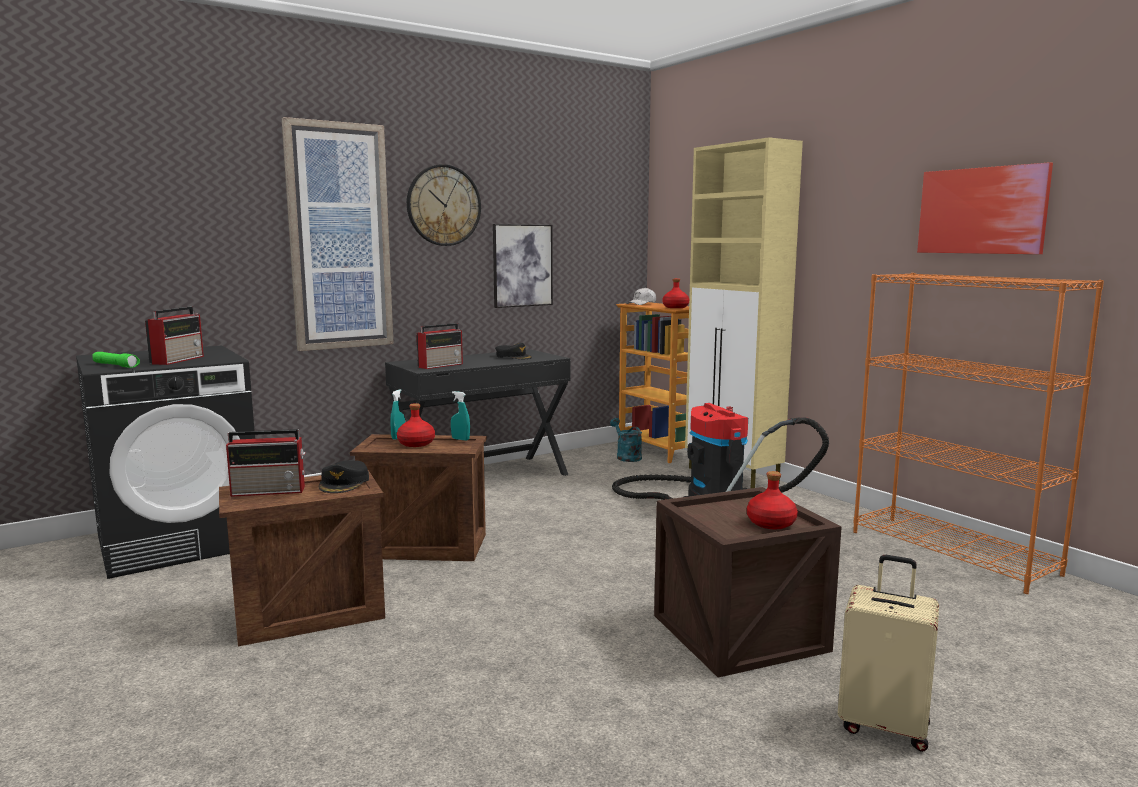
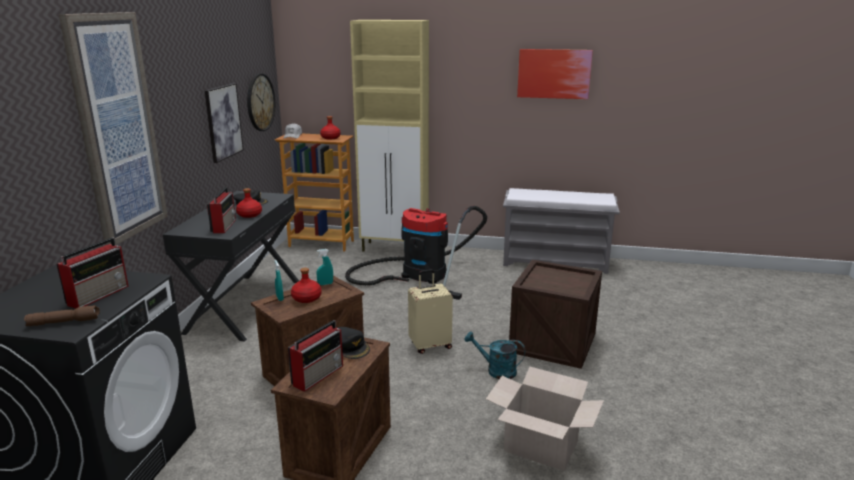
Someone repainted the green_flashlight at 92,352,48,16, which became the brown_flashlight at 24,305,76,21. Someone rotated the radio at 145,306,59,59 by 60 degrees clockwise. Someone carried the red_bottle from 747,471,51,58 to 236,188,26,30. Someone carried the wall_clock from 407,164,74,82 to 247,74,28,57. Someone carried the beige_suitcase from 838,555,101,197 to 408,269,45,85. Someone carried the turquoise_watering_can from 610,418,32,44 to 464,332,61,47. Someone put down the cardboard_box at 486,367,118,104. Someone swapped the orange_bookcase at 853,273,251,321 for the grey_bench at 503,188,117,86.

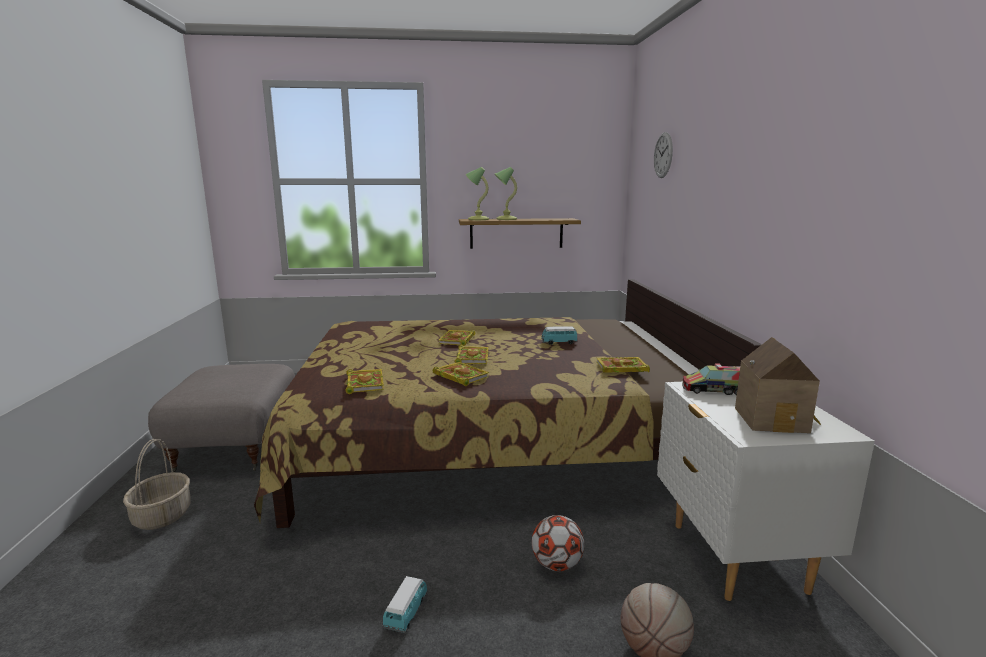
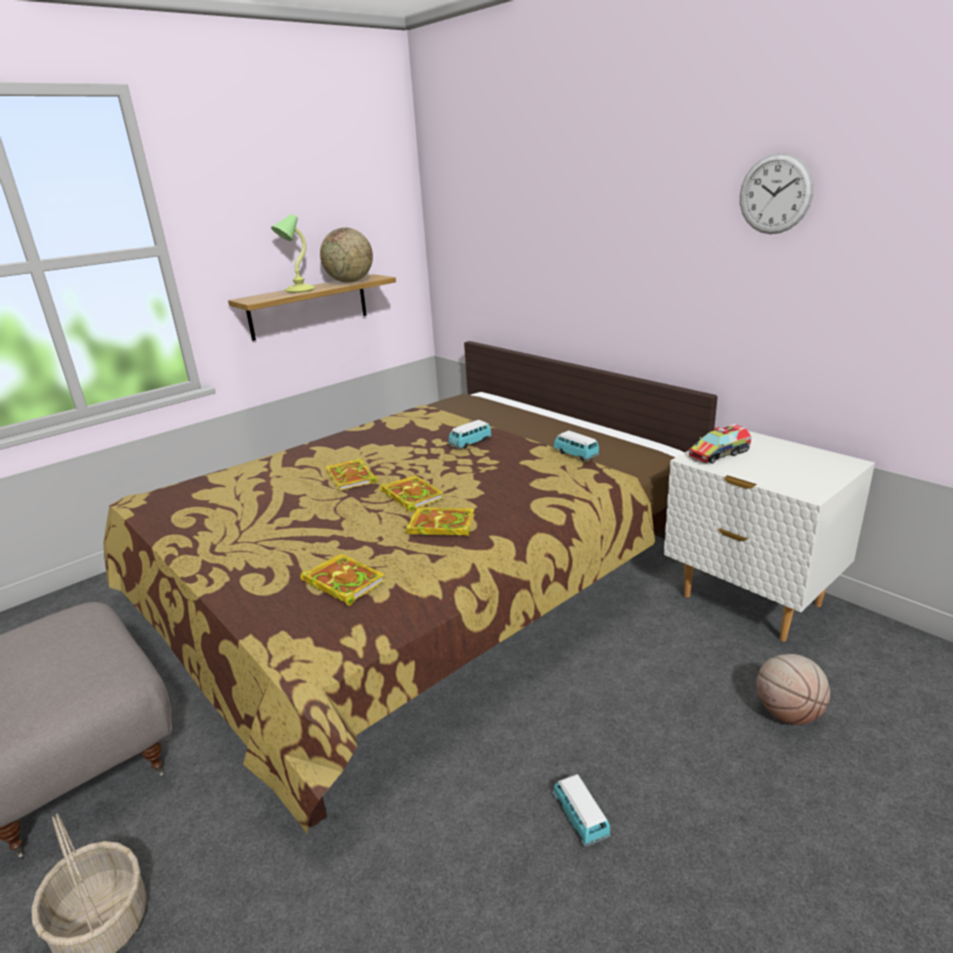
Someone put down the globe at 320,227,53,55. Someone swapped the book at 596,357,54,16 for the toy_car at 553,430,47,31. Someone carried the wall_clock from 654,132,19,46 to 740,153,74,81. Someone took away the table_lamp at 466,167,23,53. Someone took away the football at 532,515,52,56. Someone took away the toy_house at 735,337,86,96.

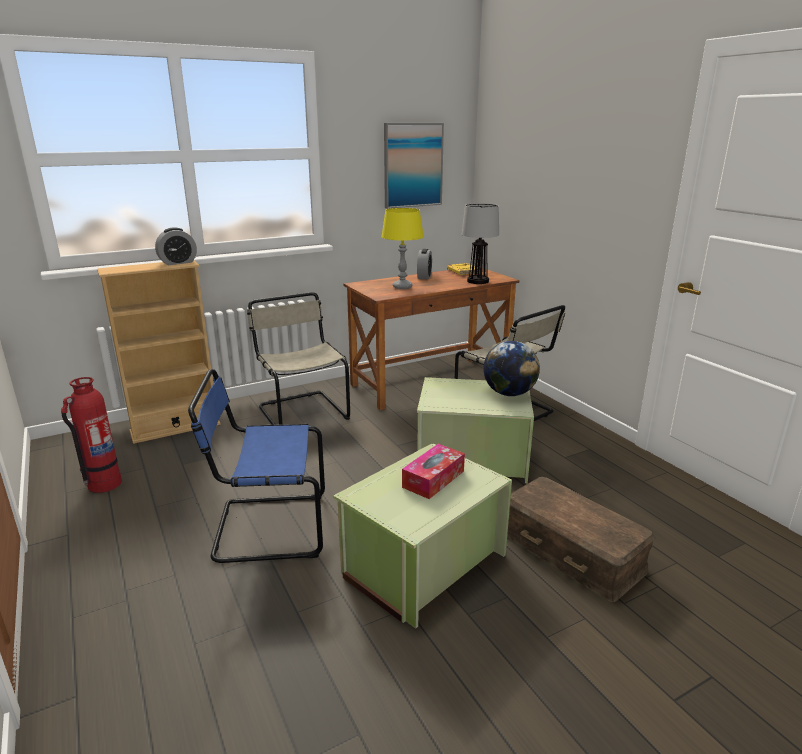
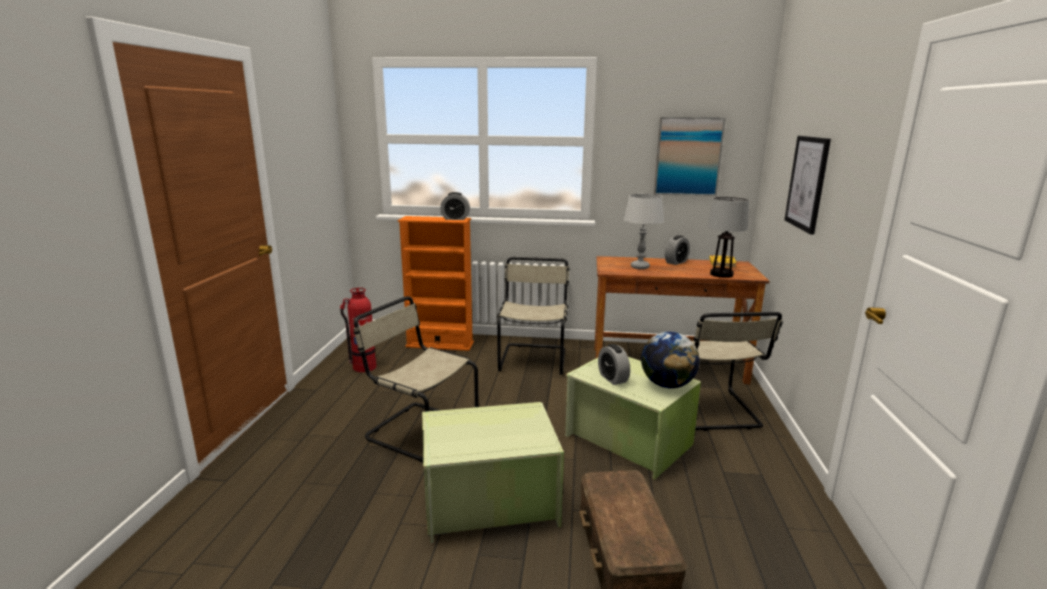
Someone repainted the blue_chair at 188,369,137,194, which became the beige_chair at 353,296,126,167. Someone repainted the beige_bookcase at 97,260,123,184, which became the orange_bookcase at 398,216,76,135. Someone put down the alarm_clock at 598,344,32,41. Someone repainted the yellow_table_lamp at 381,208,43,81, which became the grey_table_lamp at 623,194,41,75. Someone put up the picture at 784,136,47,99. Someone took away the tissue_box at 402,444,63,55.

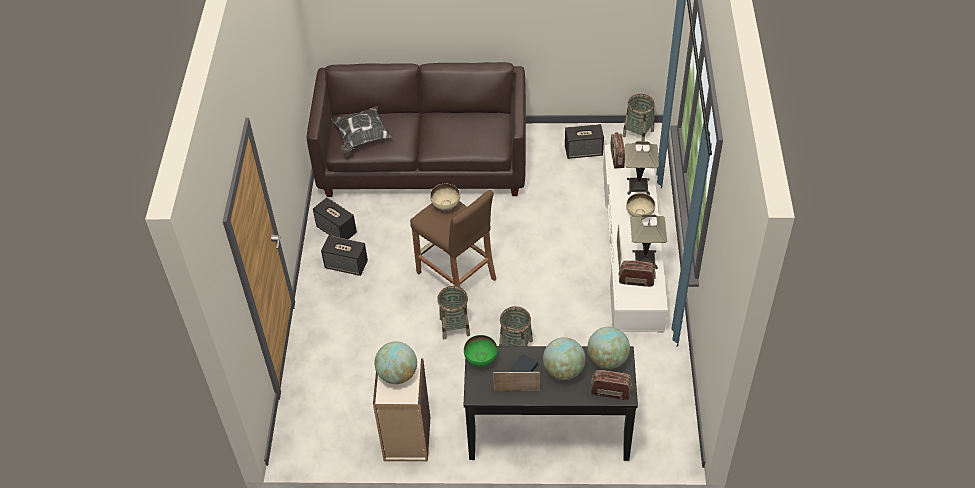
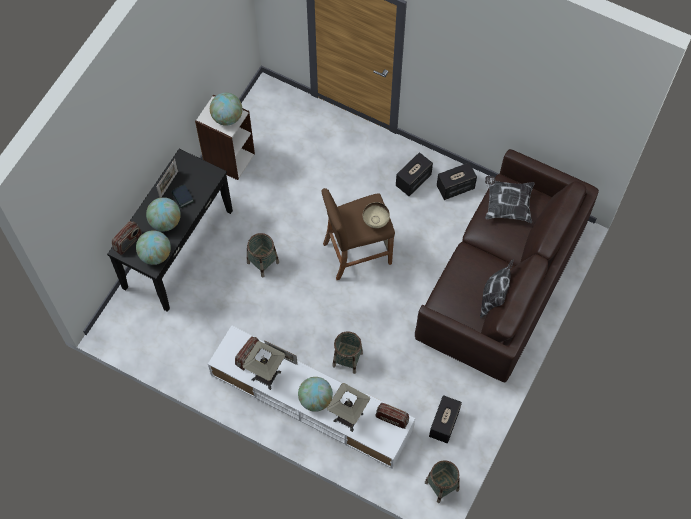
Someone swapped the beige_bowl at 626,193,29,27 for the globe at 298,377,35,35. Someone carried the basket from 437,286,33,54 to 332,331,31,43. Someone put down the pillow at 480,259,34,59. Someone took away the green_bowl at 464,335,34,31.

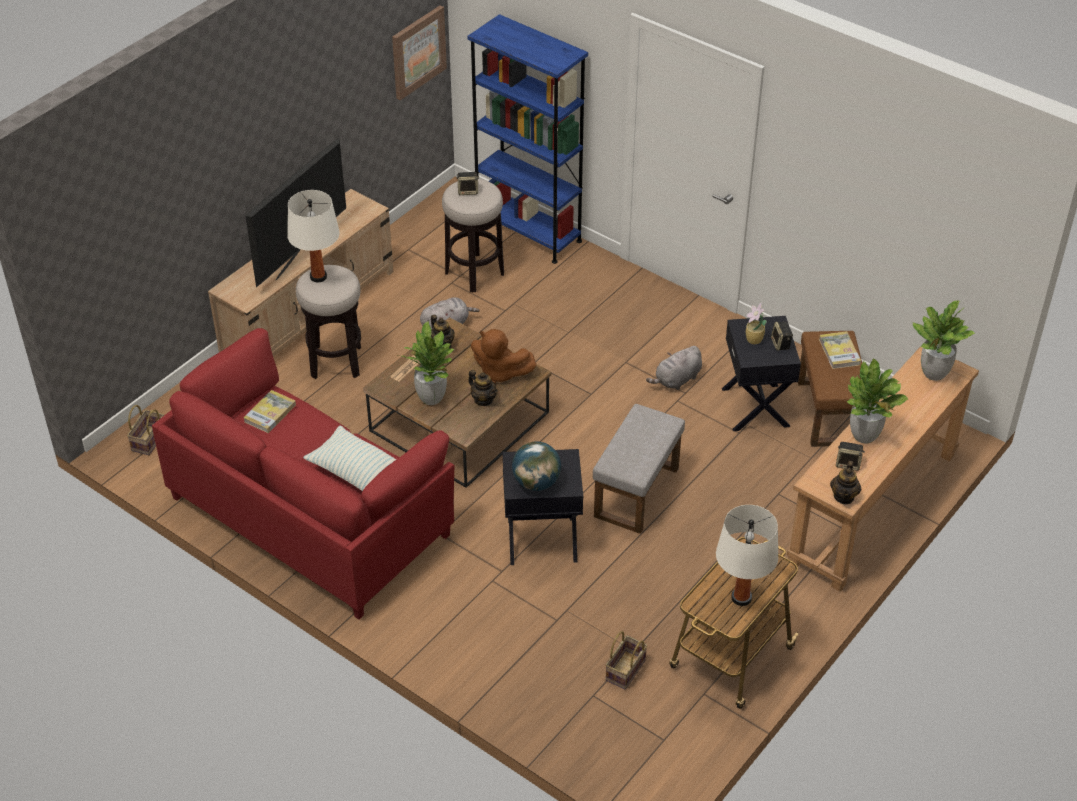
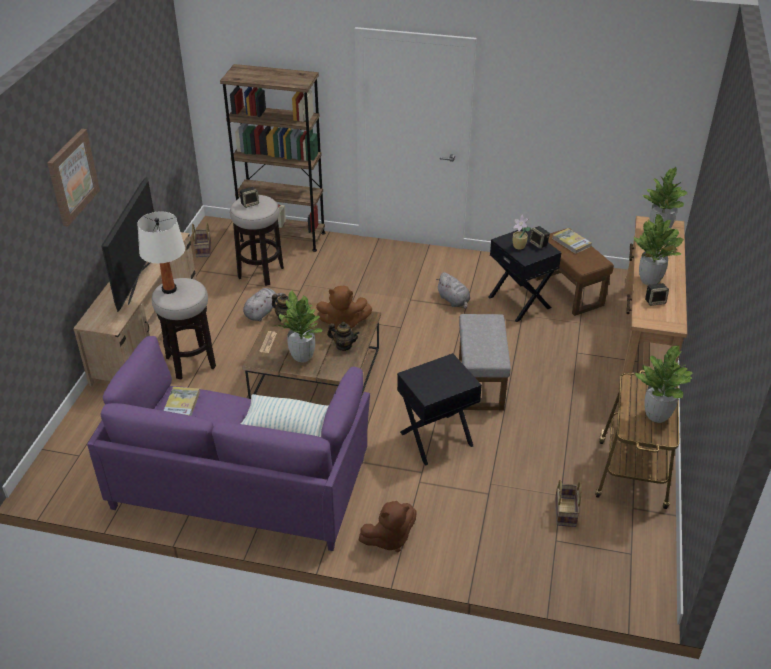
Someone carried the picture from 392,5,55,95 to 47,129,53,97. Someone repainted the red_sofa at 152,328,302,291, which became the purple_sofa at 87,336,283,215. Someone carried the basket from 127,405,37,50 to 192,223,19,34. Someone repainted the blue_bookcase at 468,14,120,250, which became the brown_bookcase at 220,64,105,188. Someone put down the brown_plush_toy at 359,501,58,51. Someone rotated the grey_plush_toy at 646,346,56,44 by 60 degrees counterclockwise. Someone swapped the white_table_lamp at 716,505,62,101 for the potted_plant at 635,346,58,77. Someone took away the globe at 512,441,49,50. Someone took away the teapot at 830,461,32,43.

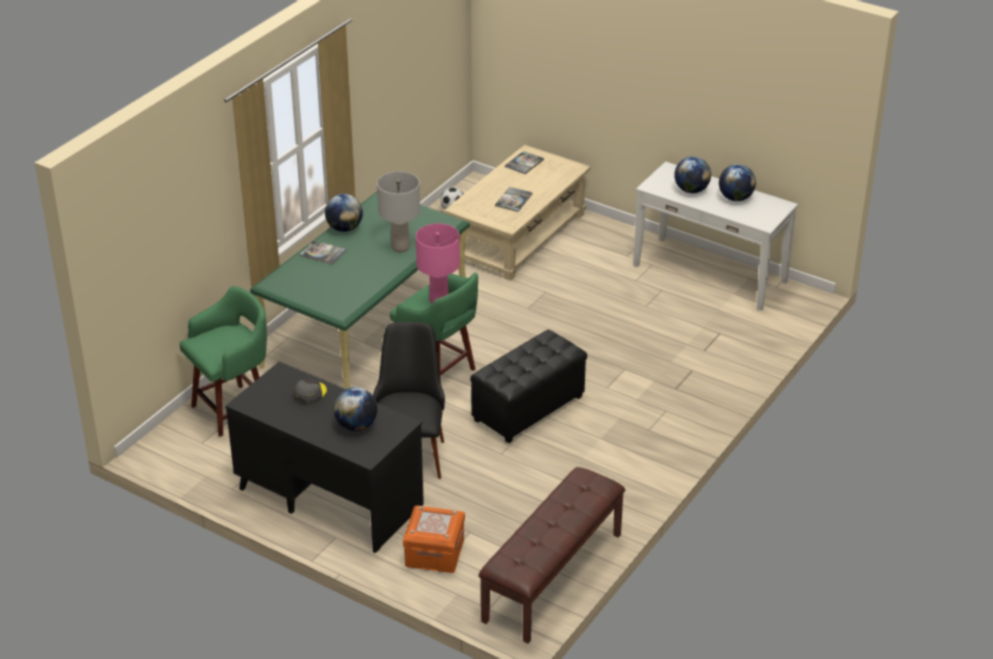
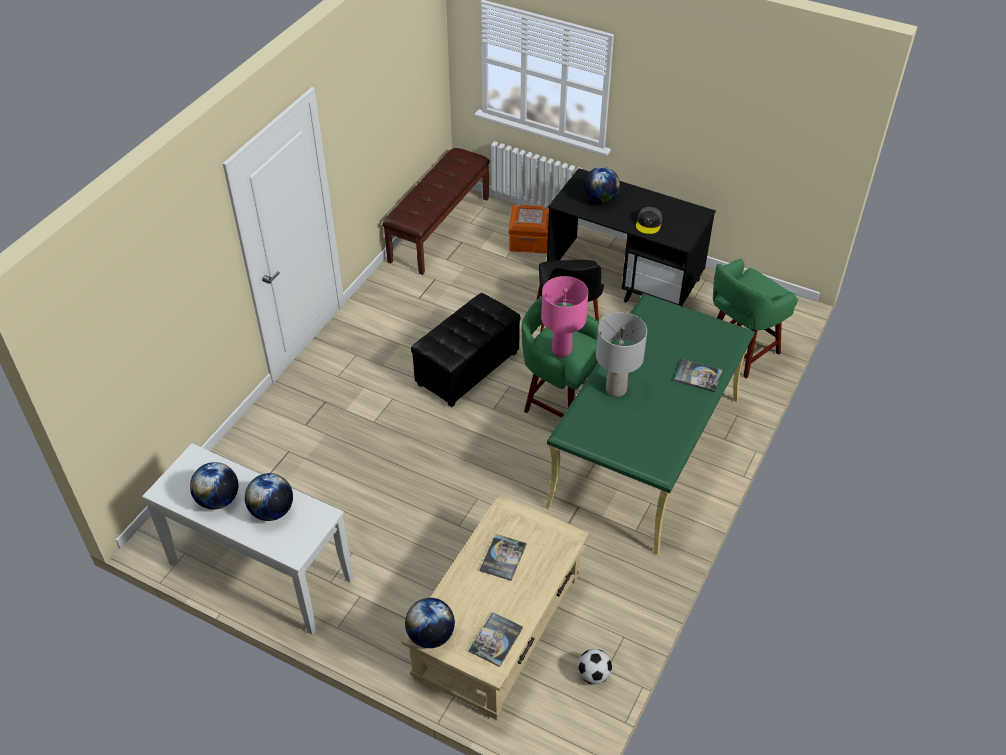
Someone carried the globe from 325,194,38,38 to 405,598,50,50.

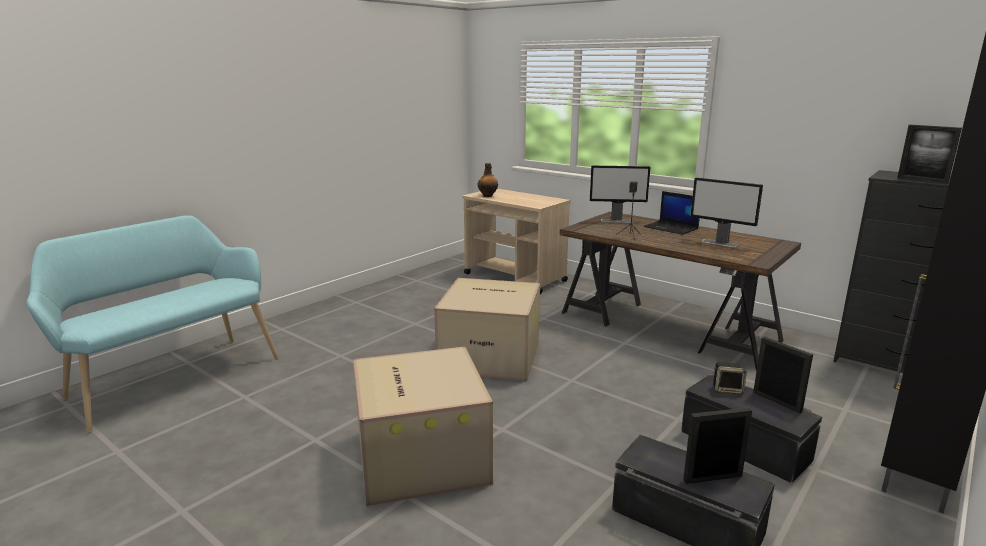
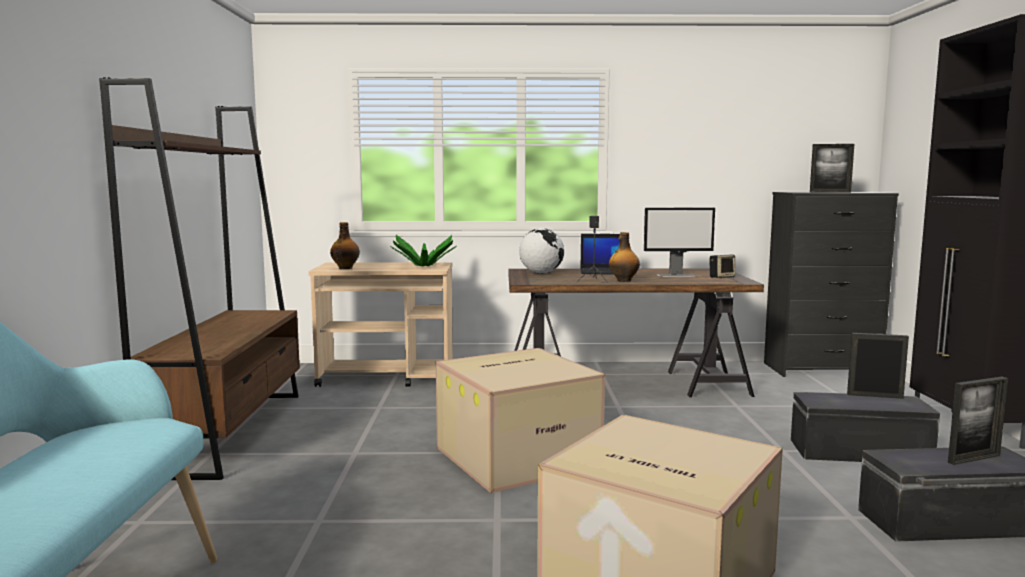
Someone put down the brown_bookcase at 99,78,201,402. Someone put down the potted_plant at 390,235,66,32. Someone swapped the monitor at 590,166,60,57 for the globe at 519,228,45,46. Someone put down the bottle at 609,232,31,50. Someone carried the speaker from 713,362,34,33 to 710,255,25,23. Someone rotated the picture_frame at 683,407,69,77 by 150 degrees counterclockwise.

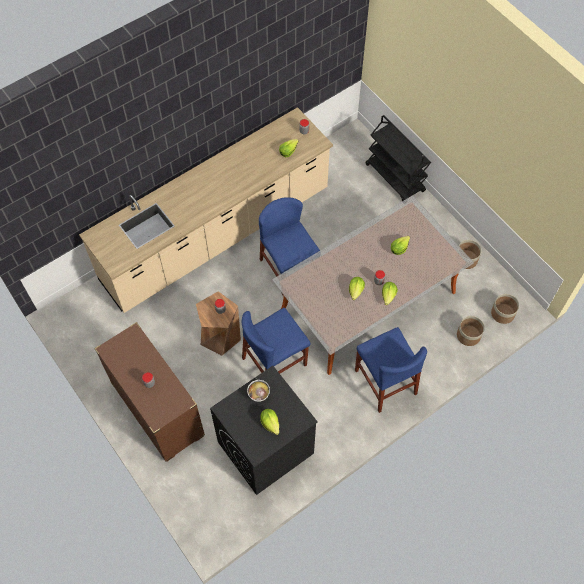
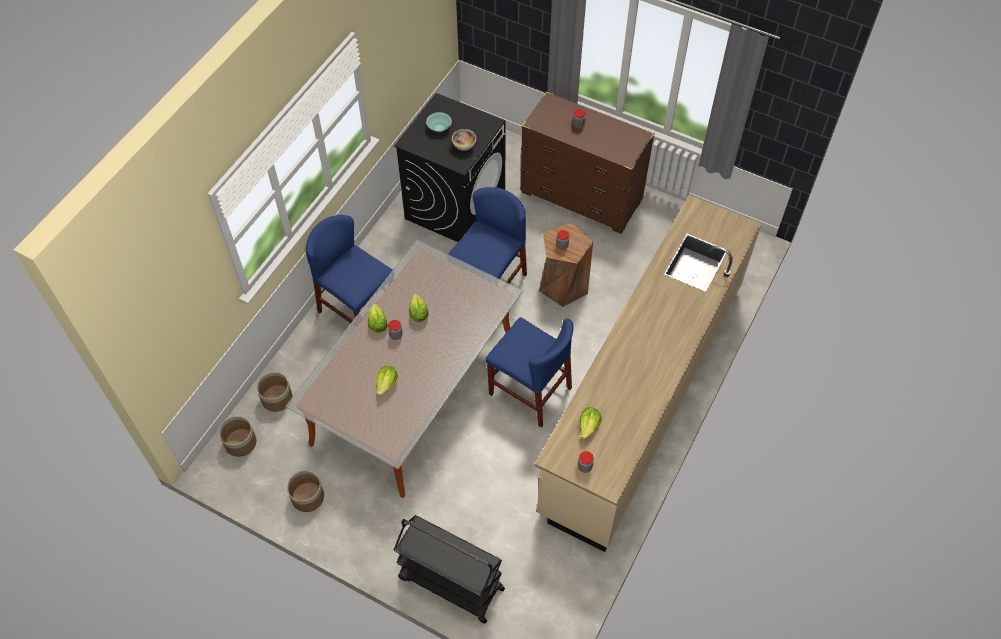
Someone swapped the lettuce at 260,409,19,26 for the turquoise_bowl at 426,112,26,20.

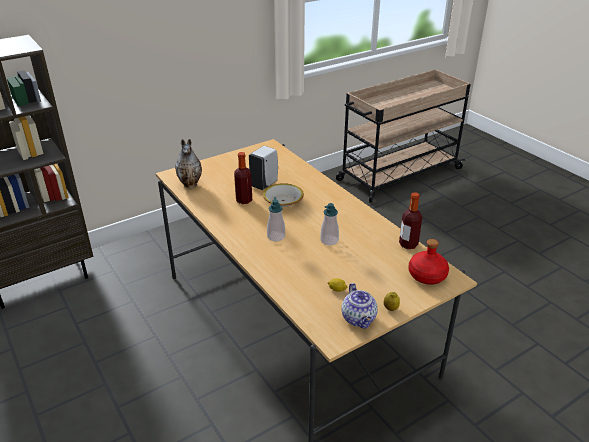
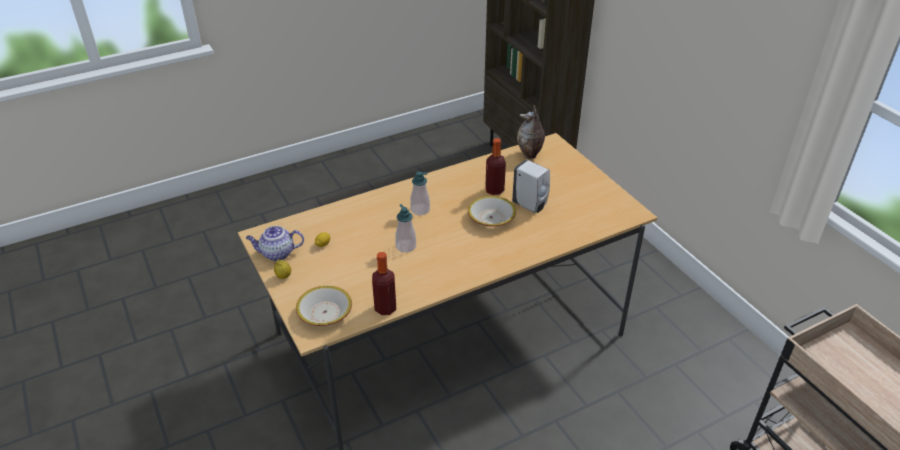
Someone swapped the red_bottle at 408,239,41,46 for the bowl at 296,286,56,40.

